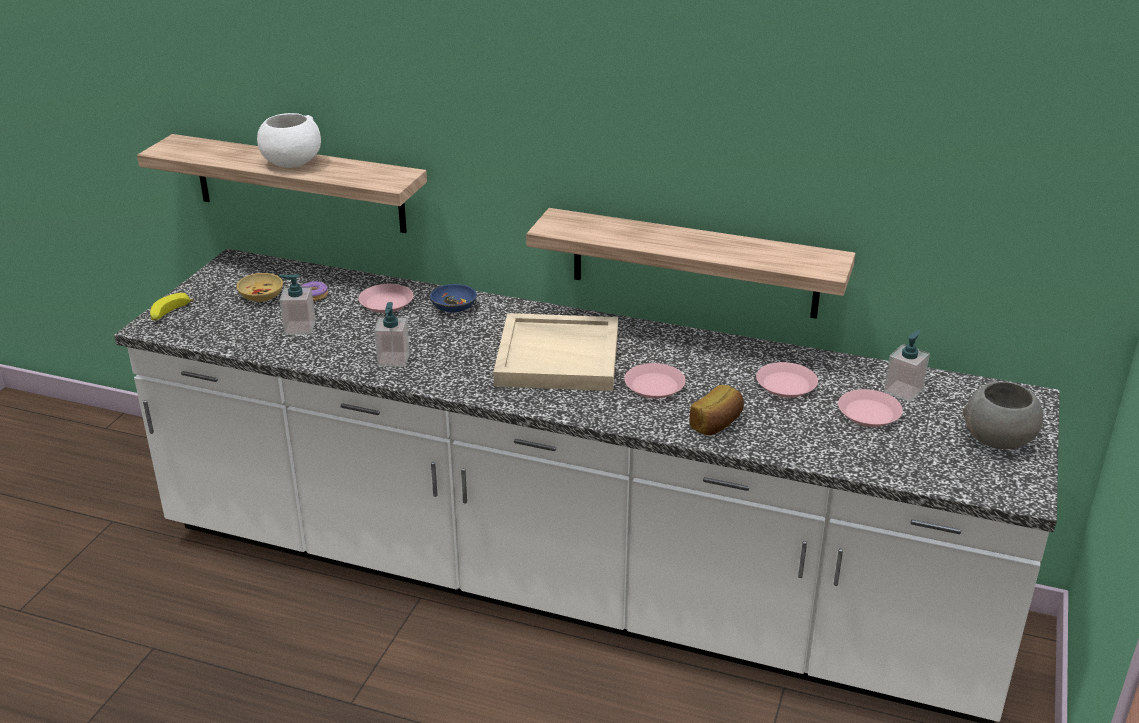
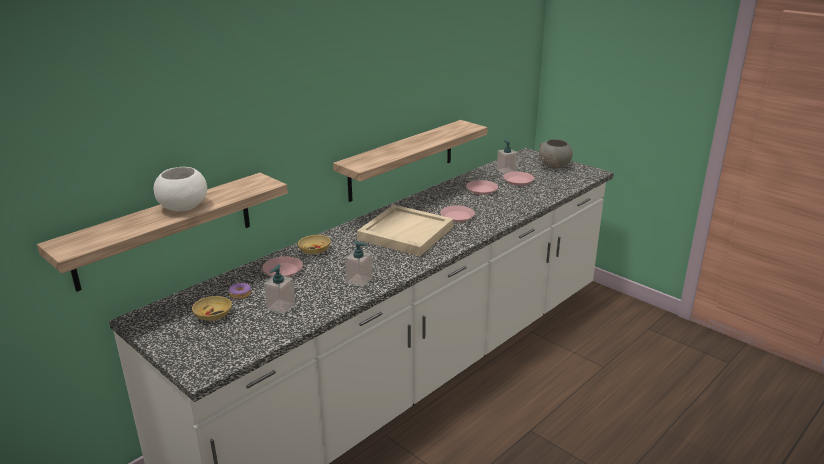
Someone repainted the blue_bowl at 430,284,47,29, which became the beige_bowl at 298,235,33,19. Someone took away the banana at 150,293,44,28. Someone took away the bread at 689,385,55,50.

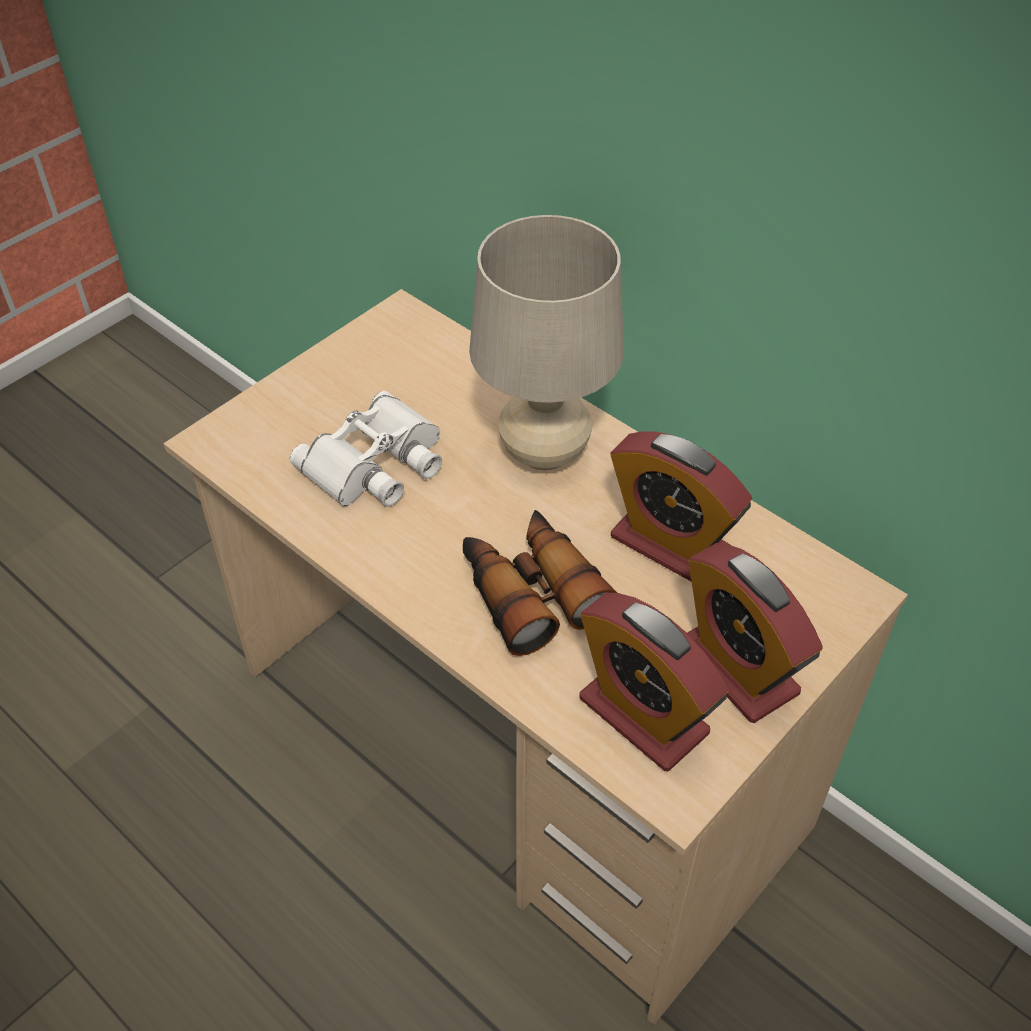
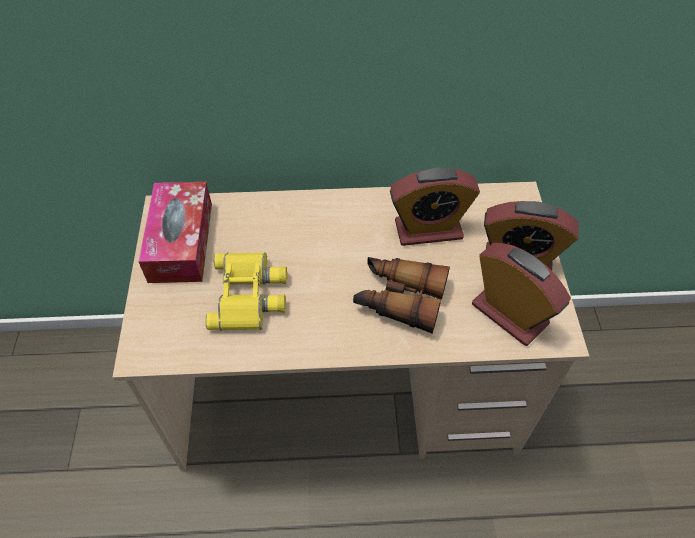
Someone put down the tissue_box at 138,182,74,101. Someone repainted the white_binoculars at 290,391,152,116, which became the yellow_binoculars at 206,252,81,79. Someone rotated the alarm_clock at 579,592,150,179 by 135 degrees counterclockwise. Someone took away the beige_table_lamp at 469,215,155,255.

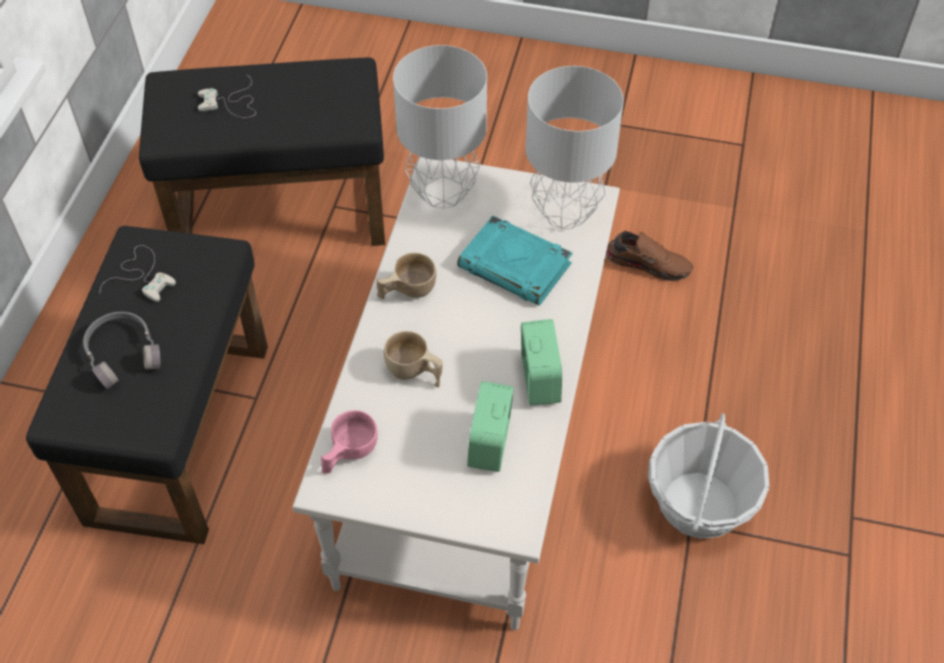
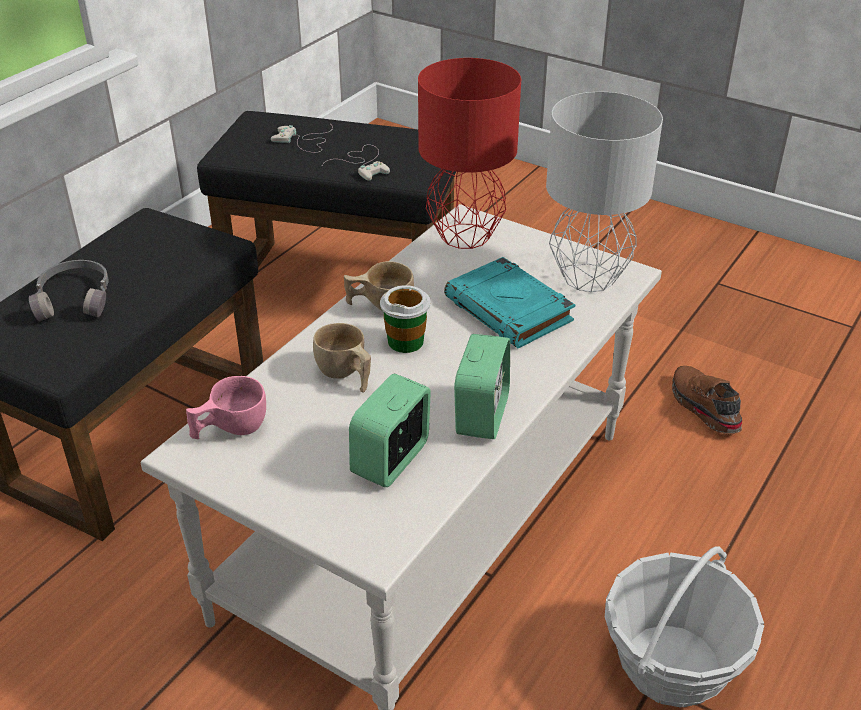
Someone carried the white_game_controller from 100,245,76,57 to 322,144,68,37. Someone put down the cup at 380,285,51,68. Someone repainted the grey_table_lamp at 393,45,94,163, which became the red_table_lamp at 418,58,103,191. Someone rotated the brown_shoe at 606,231,87,50 by 150 degrees counterclockwise.

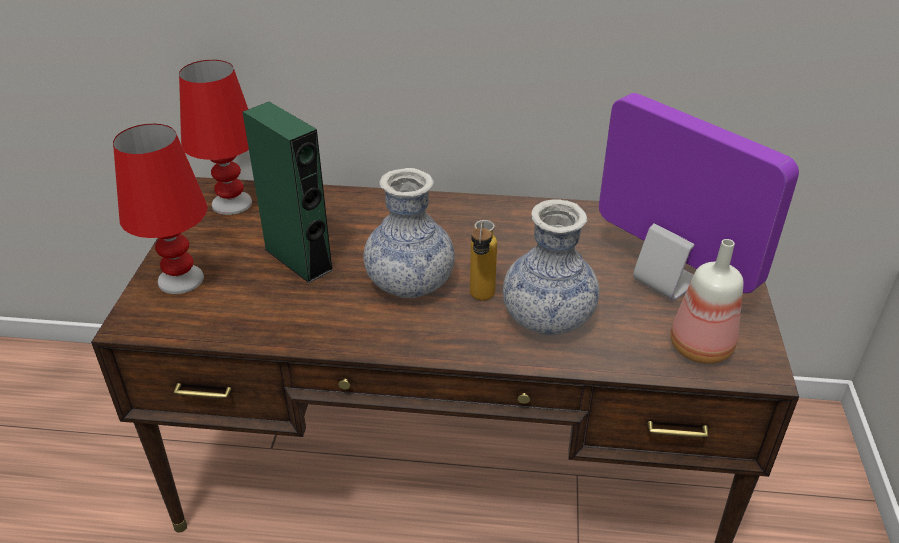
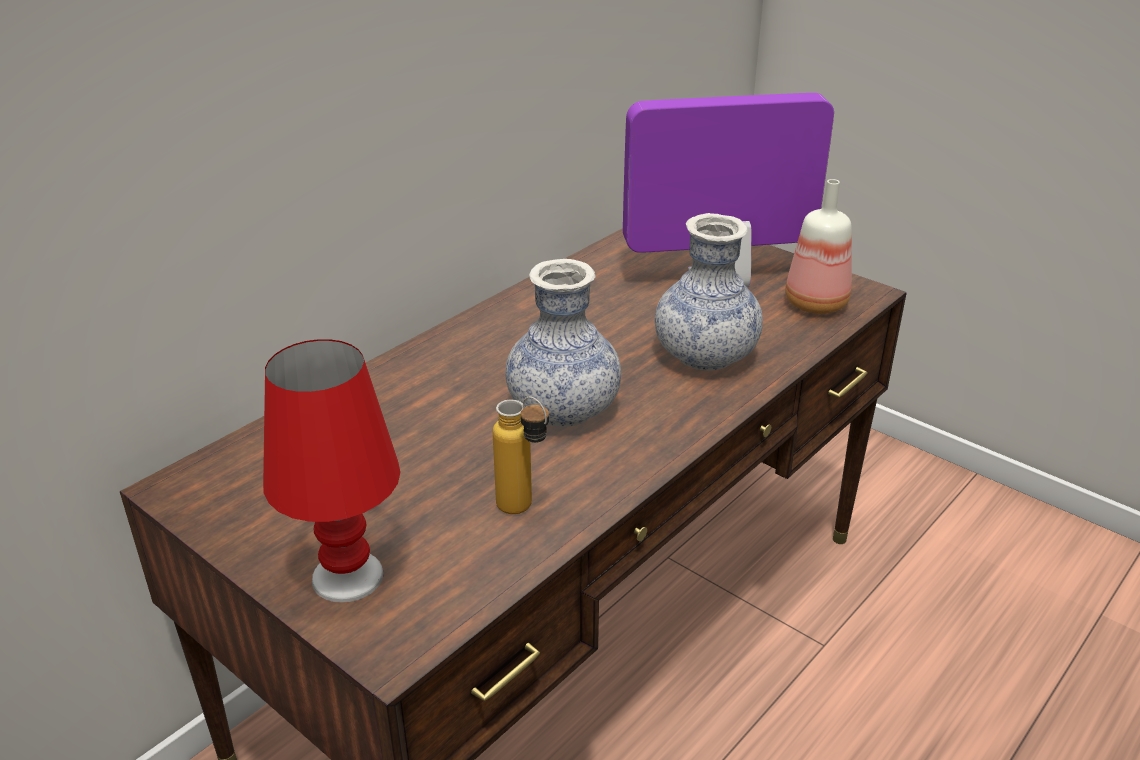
Someone carried the bottle from 470,220,27,81 to 493,396,56,118. Someone took away the red_table_lamp at 179,60,73,155. Someone took away the green_speaker at 243,102,90,181.

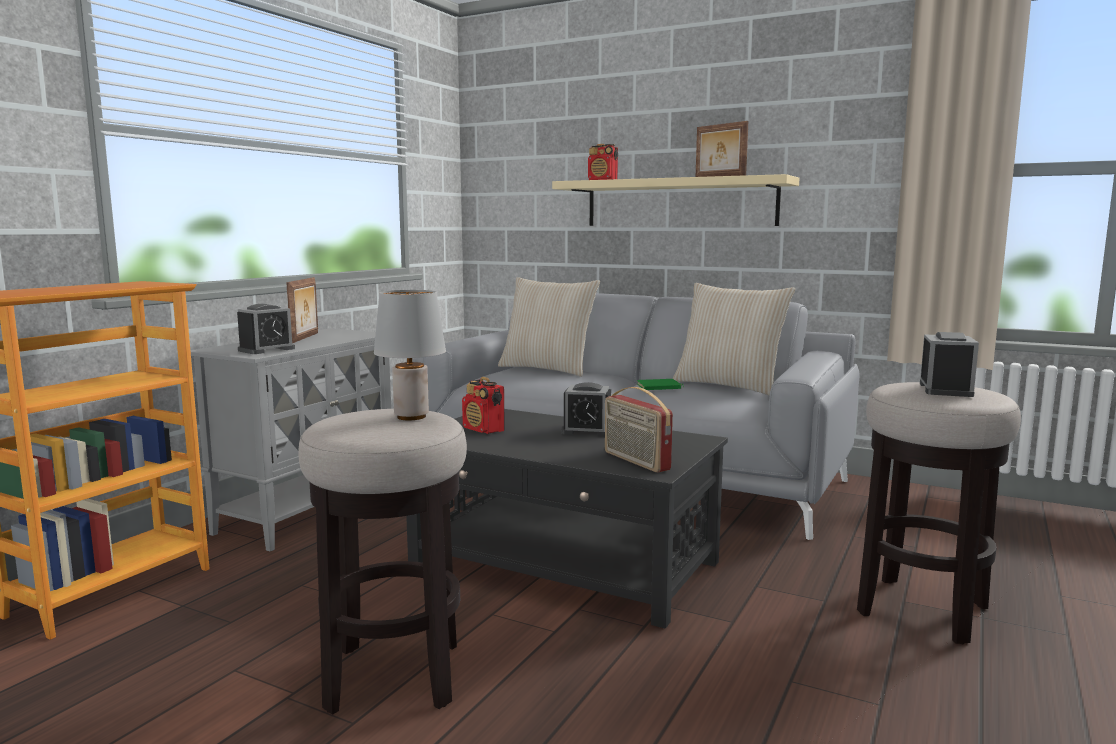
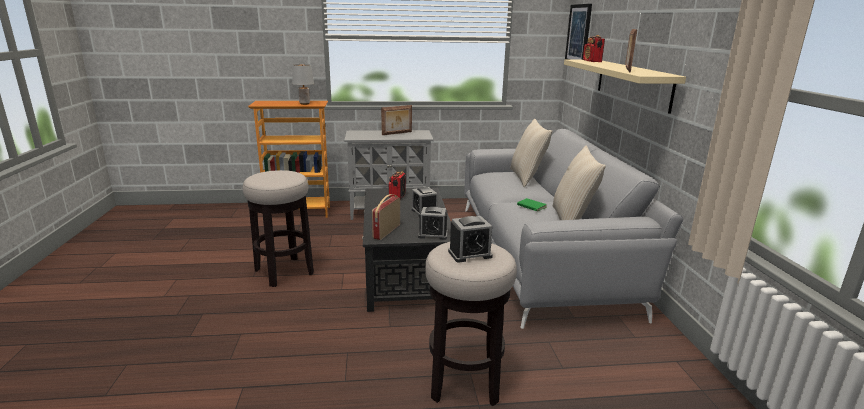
Someone carried the grey_table_lamp from 374,290,72,130 to 292,64,22,41. Someone carried the alarm_clock from 237,304,58,50 to 418,207,30,33. Someone put up the picture at 565,4,27,56.

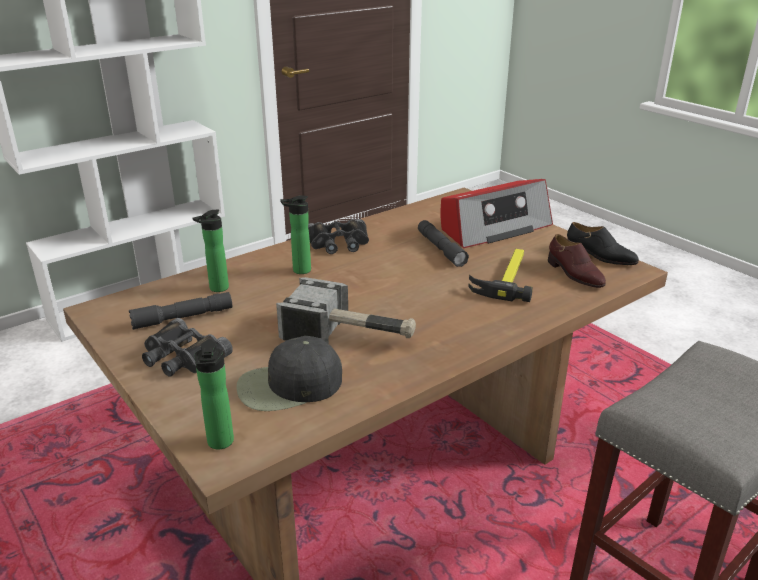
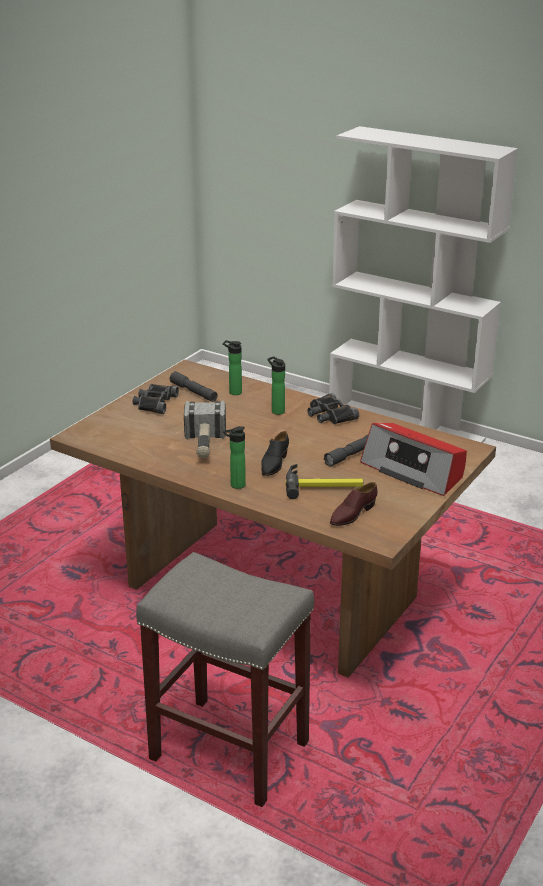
Someone carried the bottle from 194,339,40,110 to 223,426,23,63. Someone carried the black_shoe from 567,222,72,43 to 261,431,28,45. Someone took away the black_cap at 236,336,106,75.

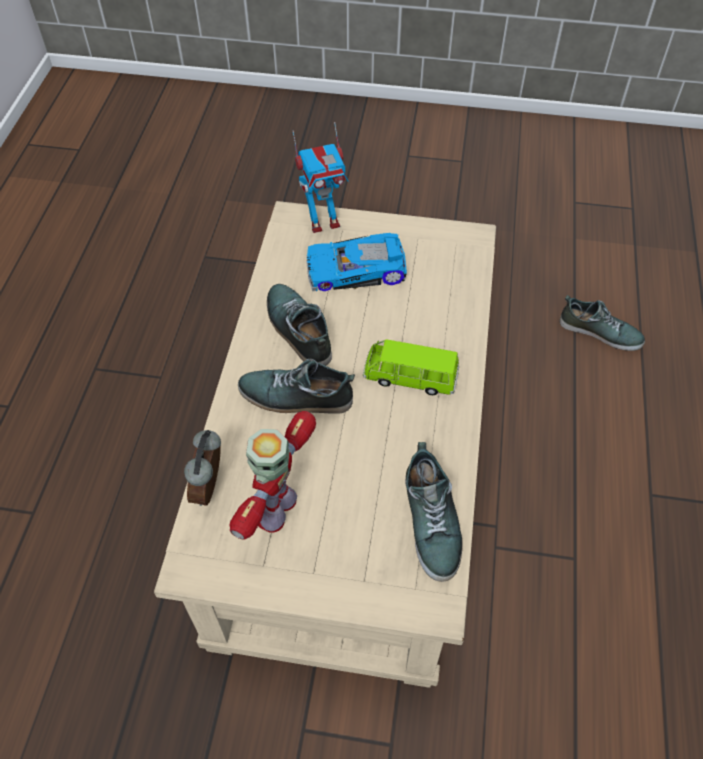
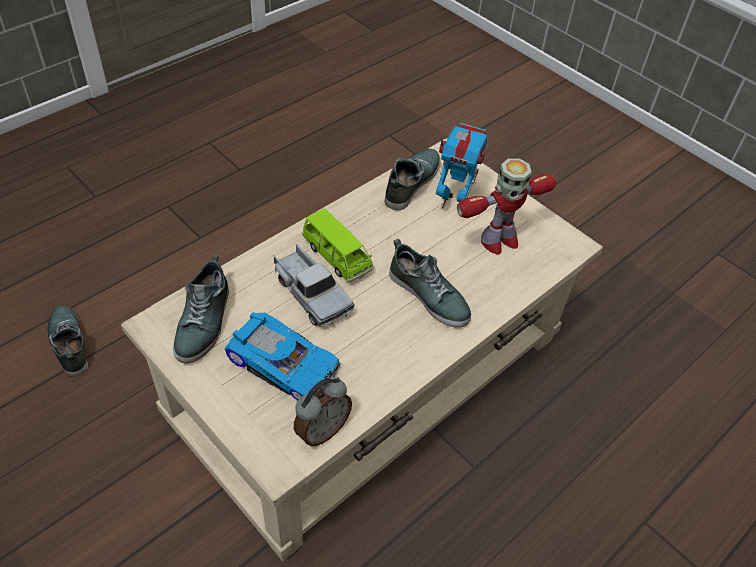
Someone carried the shoe from 267,284,65,82 to 173,254,56,109. Someone put down the toy_truck at 273,244,81,83. Someone carried the alarm_clock from 184,430,37,76 to 294,377,58,69. Someone carried the toy_robot from 293,122,55,111 to 436,123,52,85.

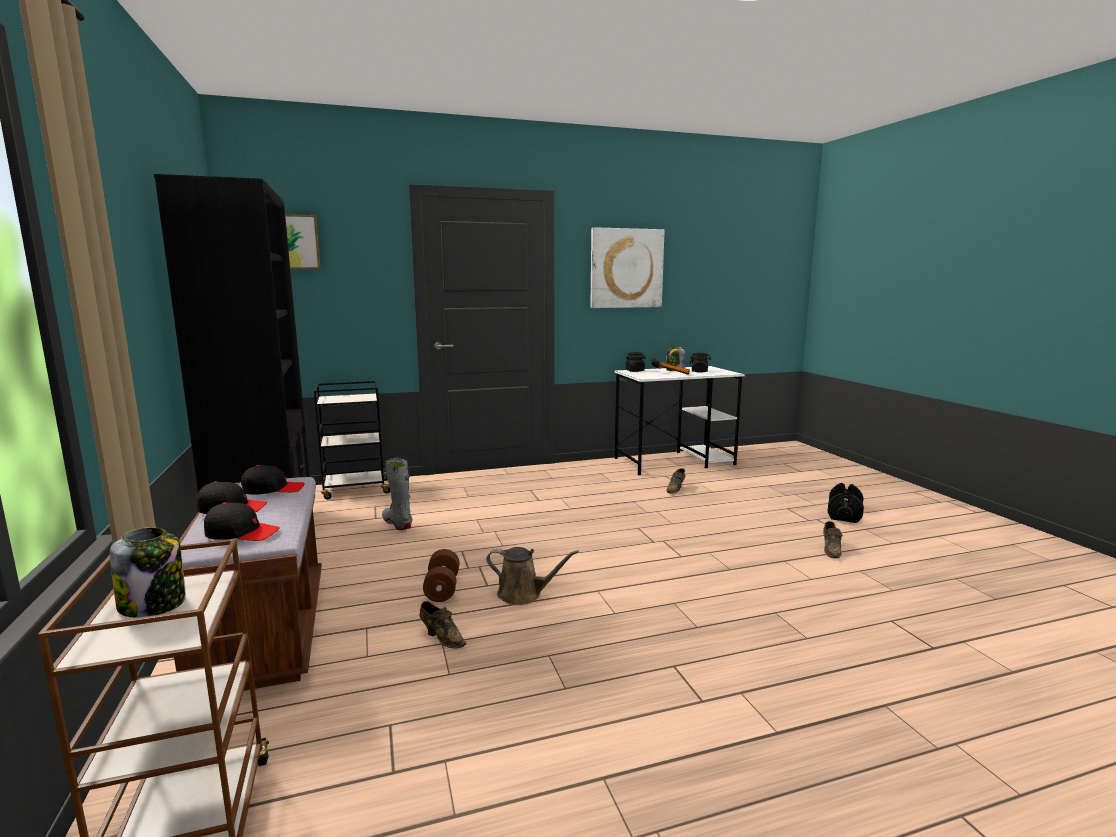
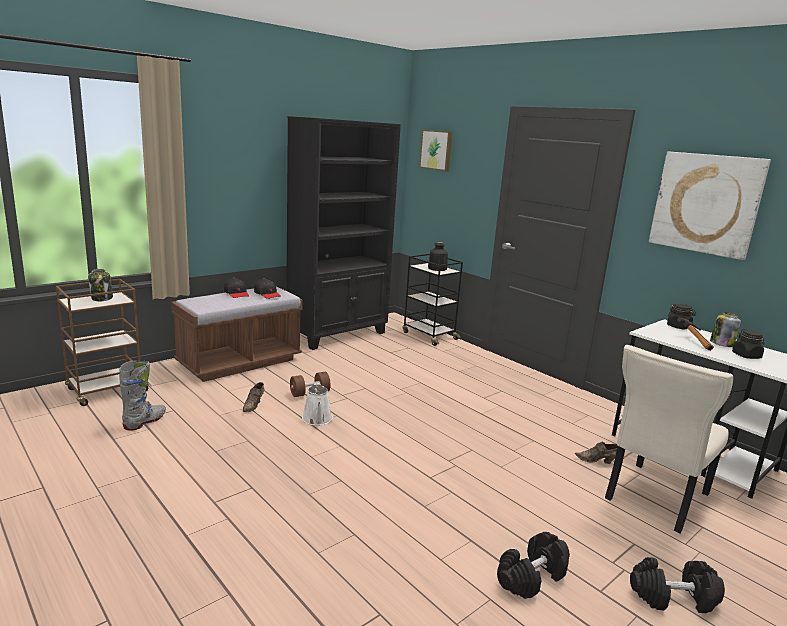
Someone carried the grey_boot from 382,458,31,72 to 119,361,47,70. Someone repainted the brown_watering_can at 486,547,93,58, which became the white_watering_can at 302,381,31,45. Someone put down the bottle at 428,242,20,29. Someone swapped the brown_shoe at 823,521,20,37 for the black_dumbbell at 497,532,73,67. Someone put down the beige_chair at 605,345,128,188. Someone took away the black_cap at 204,502,76,39.

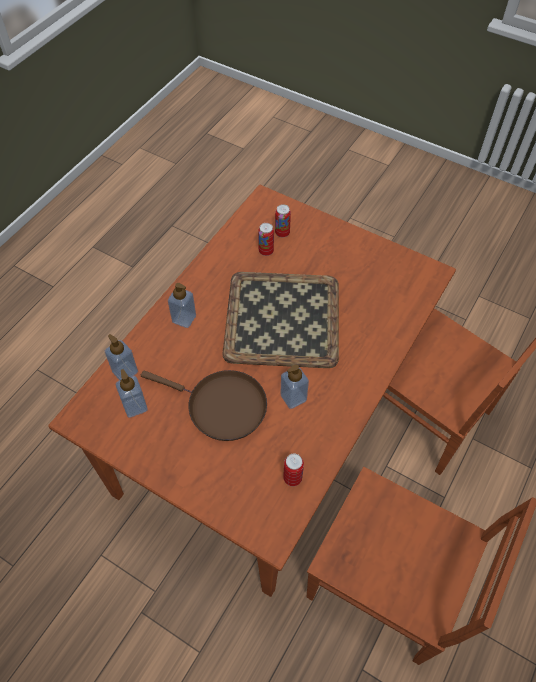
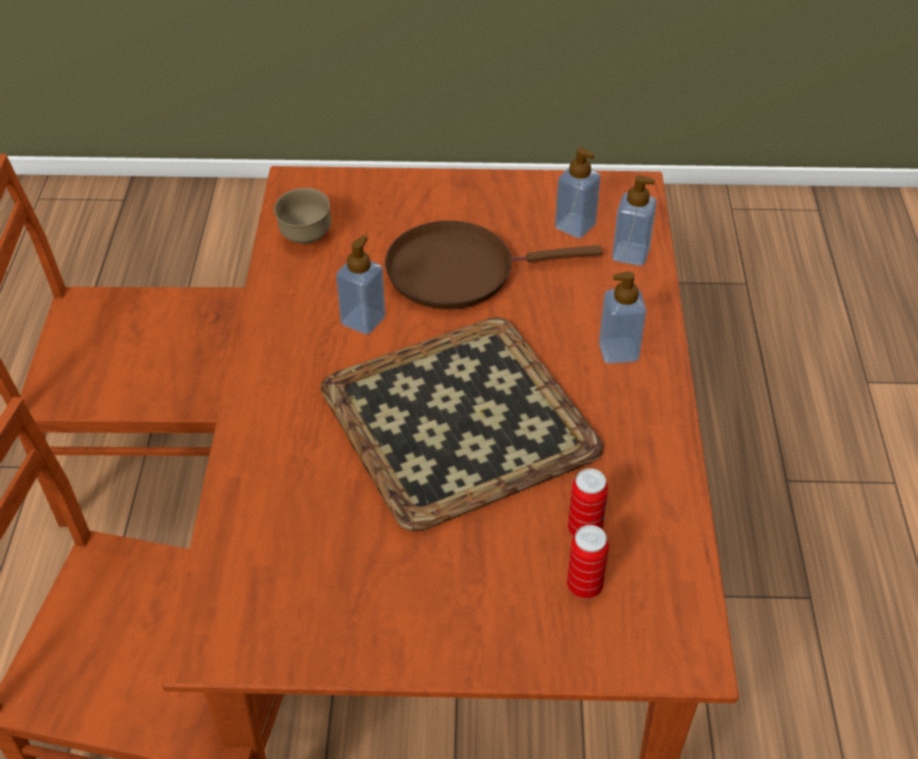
Someone swapped the can at 283,454,21,32 for the brown_bowl at 274,188,57,56.

